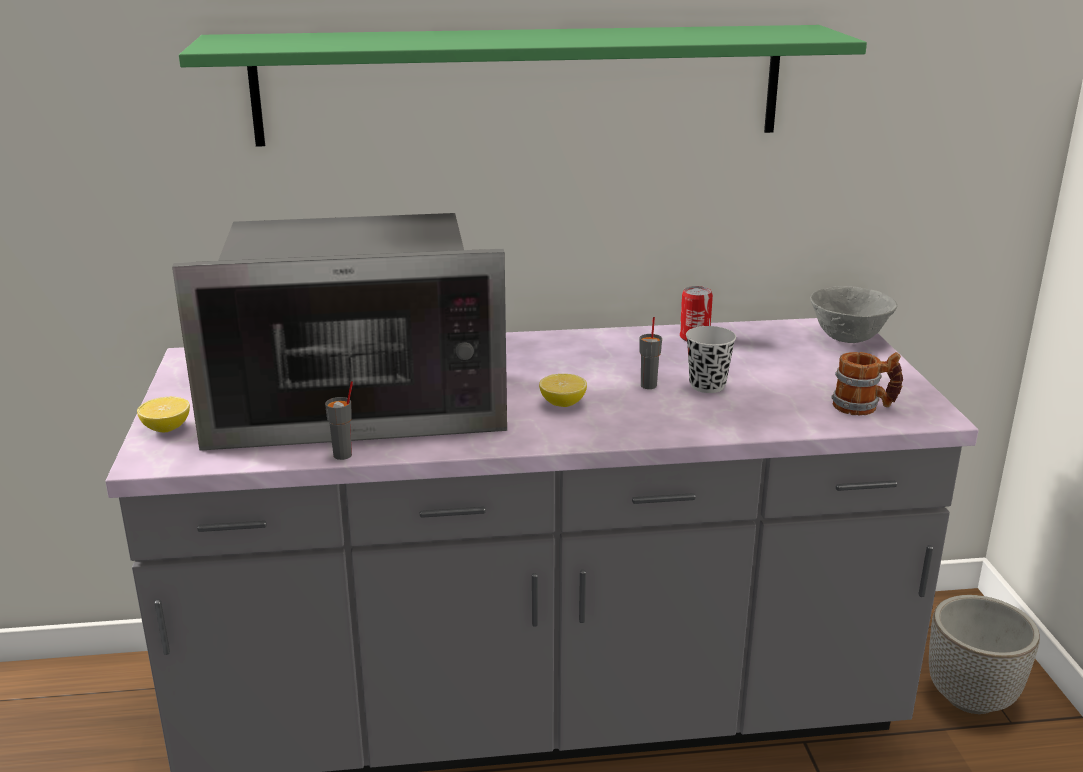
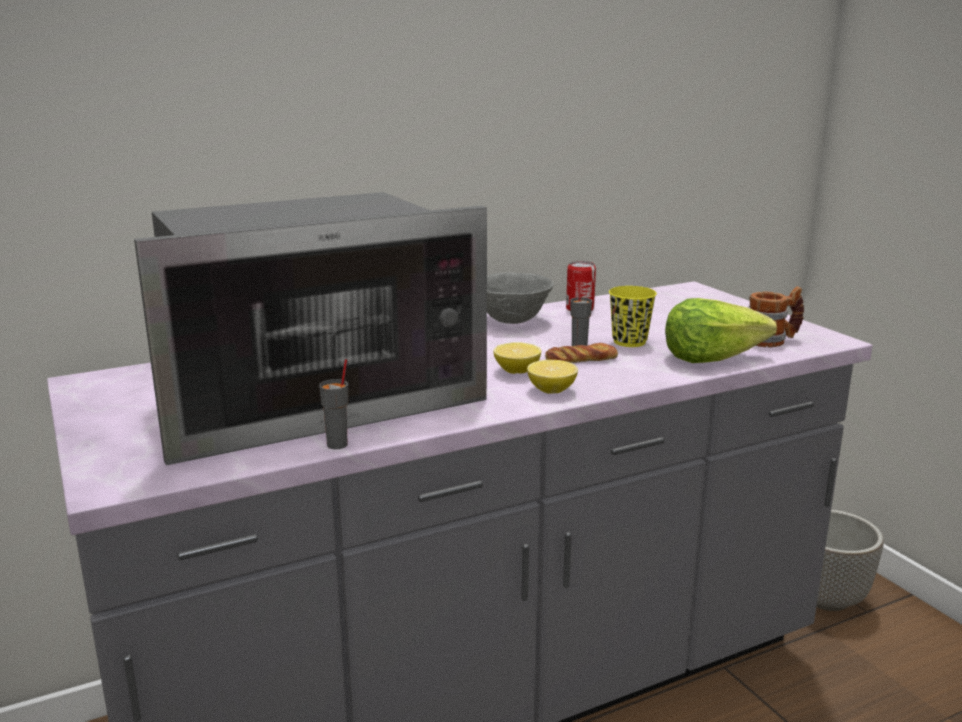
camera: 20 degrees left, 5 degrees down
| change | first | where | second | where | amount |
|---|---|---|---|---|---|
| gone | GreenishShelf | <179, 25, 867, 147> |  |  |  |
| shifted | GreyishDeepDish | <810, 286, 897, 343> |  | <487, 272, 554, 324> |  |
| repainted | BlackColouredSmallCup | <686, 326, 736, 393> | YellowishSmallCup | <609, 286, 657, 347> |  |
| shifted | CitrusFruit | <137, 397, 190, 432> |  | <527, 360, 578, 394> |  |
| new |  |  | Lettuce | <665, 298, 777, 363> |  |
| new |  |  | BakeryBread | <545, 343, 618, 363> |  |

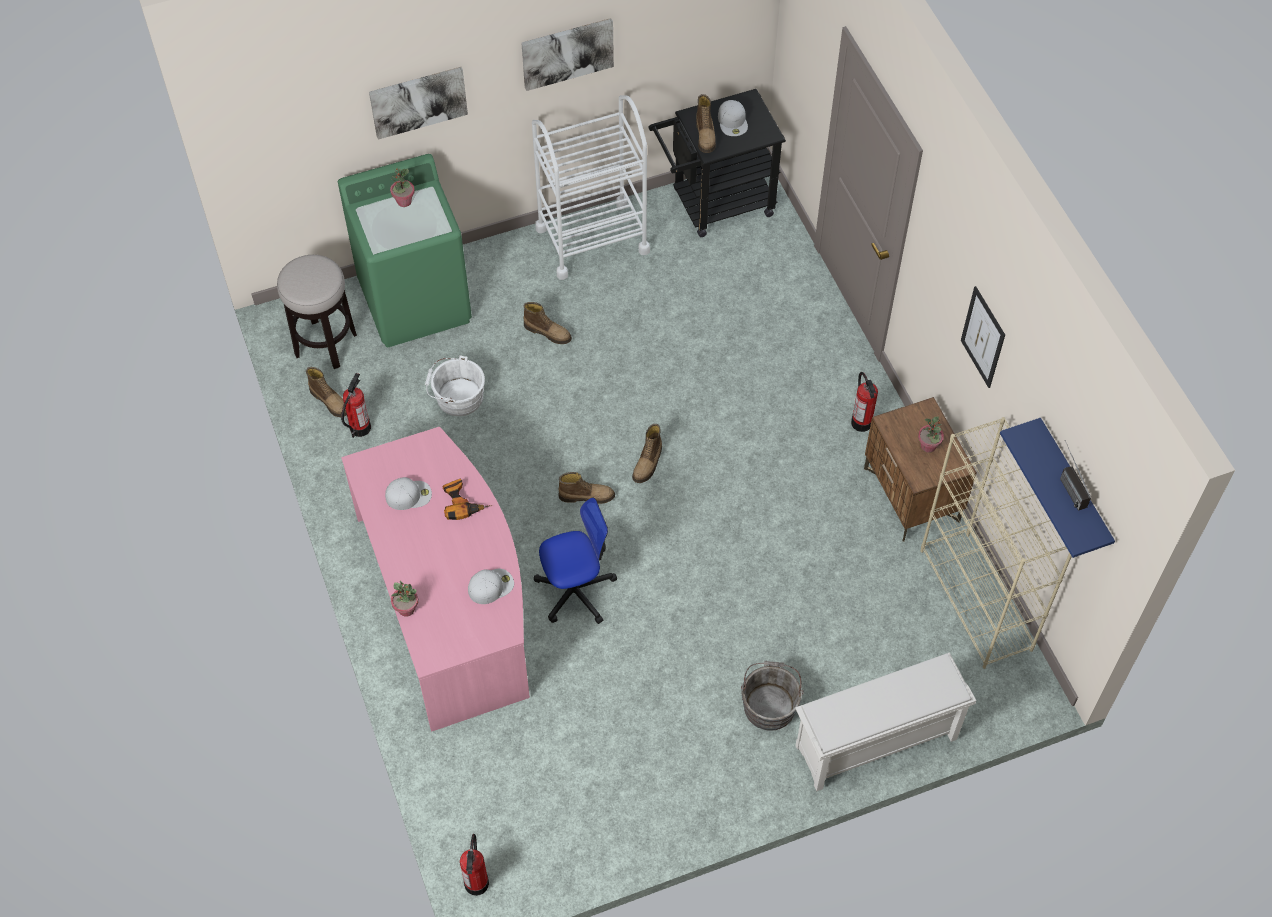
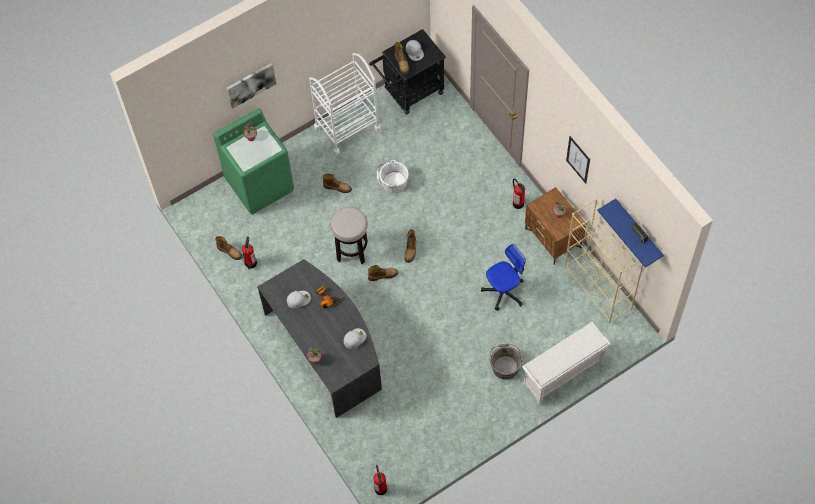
camera: 10 degrees left, 5 degrees up
| change | first | where | second | where | amount |
|---|---|---|---|---|---|
| gone | WallPicture | <522, 18, 614, 91> |  |  |  |
| shifted | StoolSeat | <277, 255, 357, 369> |  | <330, 207, 368, 264> |  |
| shifted | WhitishWaterBucket | <425, 355, 485, 416> |  | <377, 160, 409, 193> |  |
| repainted | PinkishDeskUnit | <341, 427, 530, 732> | GreyishDeskUnit | <257, 259, 382, 418> |  |
| shifted | OfficeChair | <534, 498, 617, 624> |  | <481, 244, 526, 311> |  |

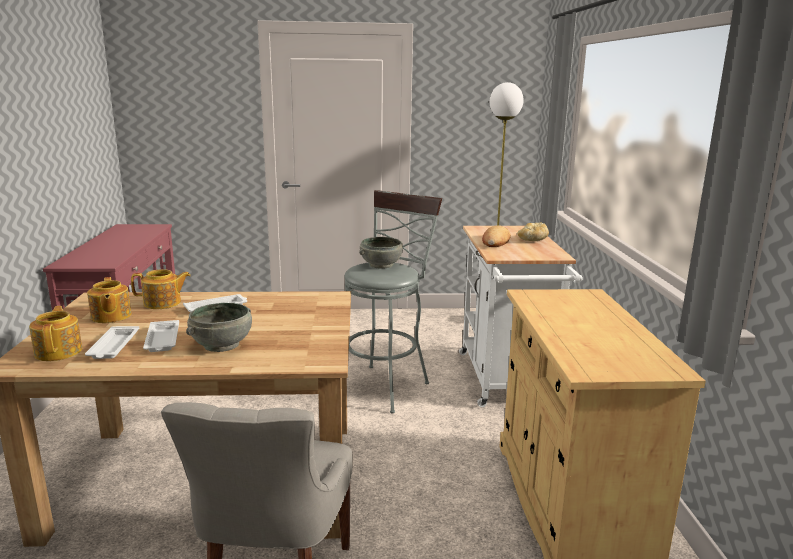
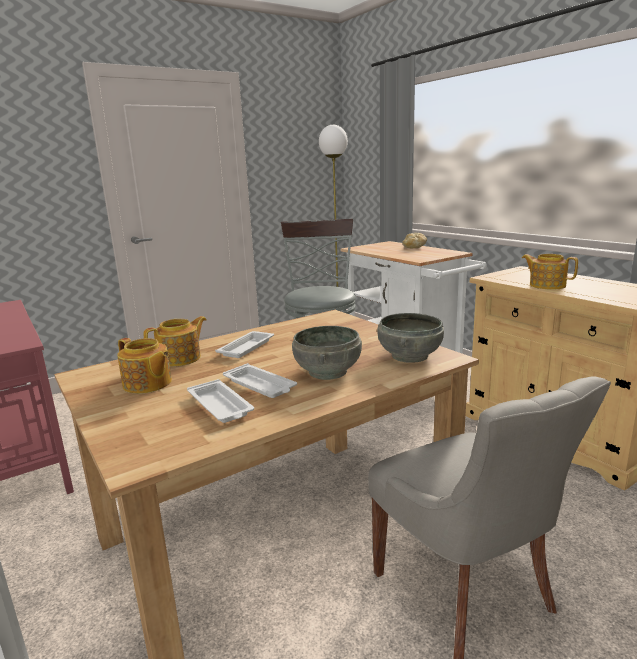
camera: 30 degrees left, 0 degrees up
| change | first | where | second | where | amount |
|---|---|---|---|---|---|
| gone | BakeryBread | <482, 225, 511, 247> |  |  |  |
| shifted | GreyishDeepDish | <359, 237, 403, 269> |  | <377, 313, 444, 363> |  |
| shifted | PotForTea | <29, 306, 82, 361> |  | <522, 254, 578, 290> |  |

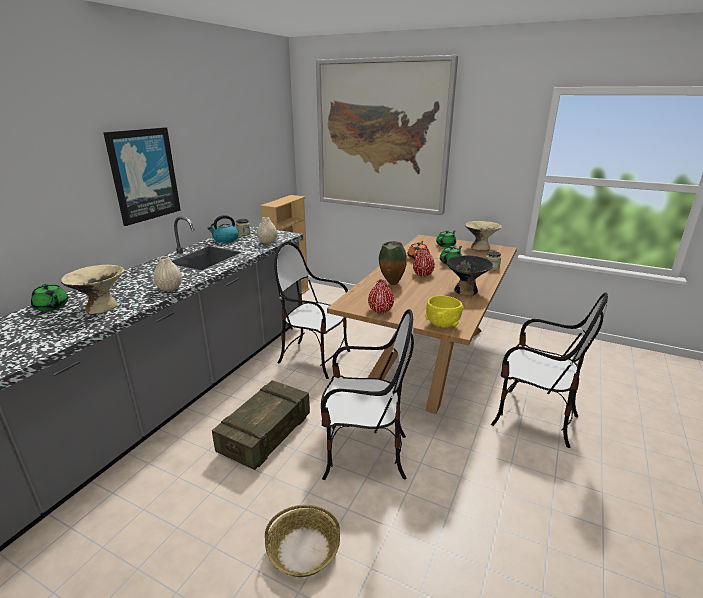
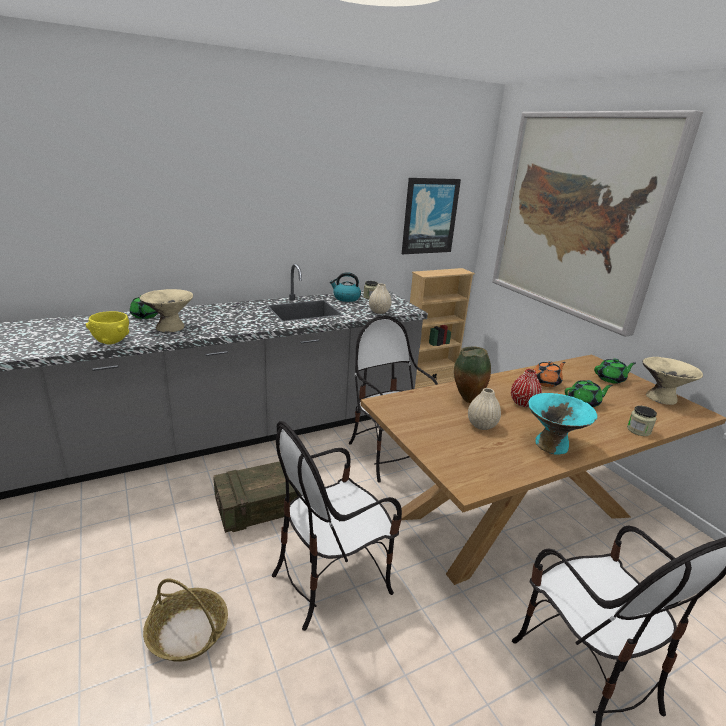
camera: 35 degrees right, 0 degrees up
| change | first | where | second | where | amount |
|---|---|---|---|---|---|
| shifted | WallPicture | <103, 127, 181, 226> |  | <402, 178, 461, 254> |  |
| repainted | BlackColouredDeepDish | <446, 255, 493, 296> | BlueGreenDeepDish | <528, 393, 597, 455> |  |
| shifted | BeigeVase | <153, 256, 182, 291> |  | <468, 388, 501, 430> |  |
| gone | RedColouredVase | <368, 279, 394, 313> |  |  |  |
| shifted | YellowishDeepDish | <425, 296, 464, 328> |  | <86, 311, 129, 344> |  |
| rotated | UprightChair | <321, 309, 414, 480> |  | <272, 421, 402, 631> | 105 degrees clockwise |

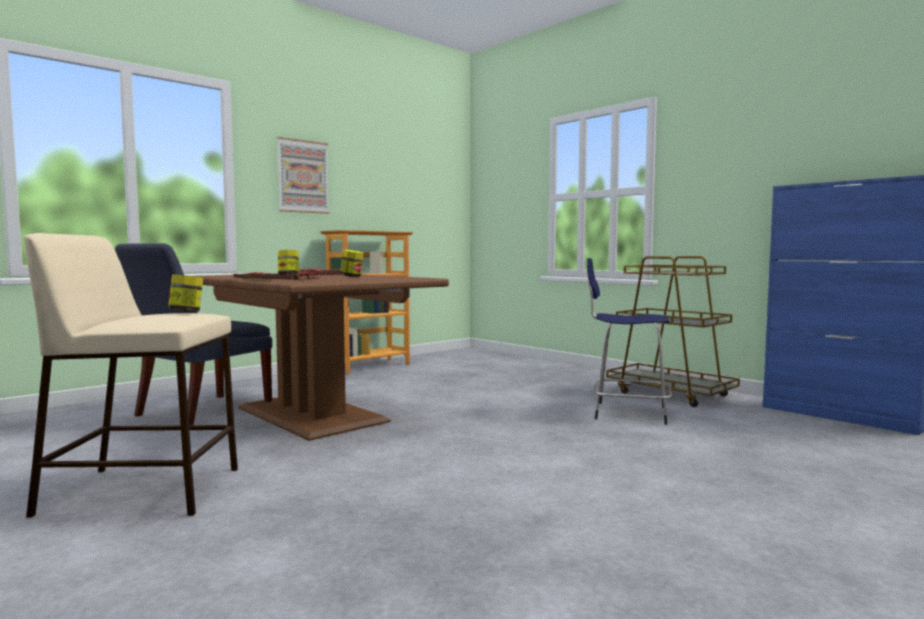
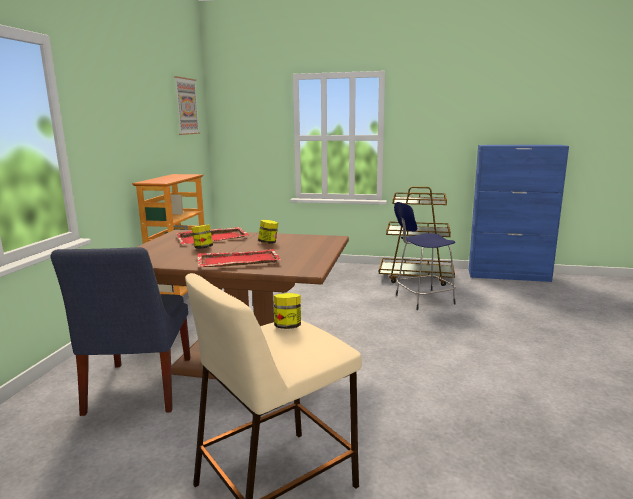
camera: 35 degrees left, 10 degrees up
| change | first | where | second | where | amount |
|---|---|---|---|---|---|
| shifted | WallPicture | <277, 137, 330, 214> |  | <174, 76, 200, 135> |  |

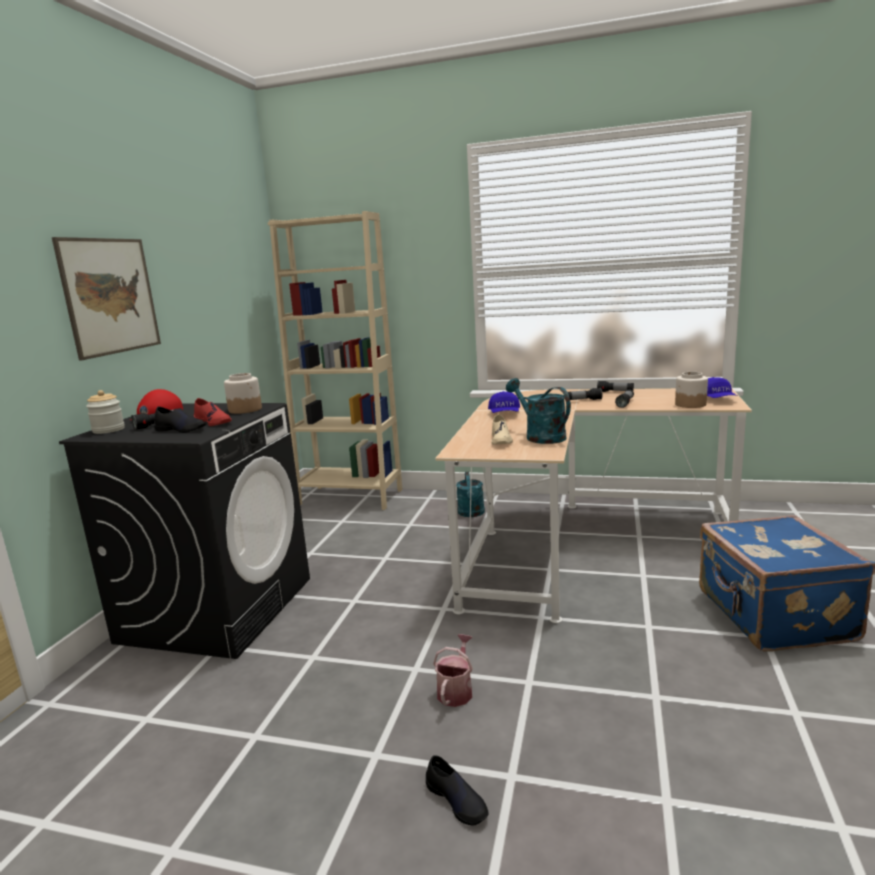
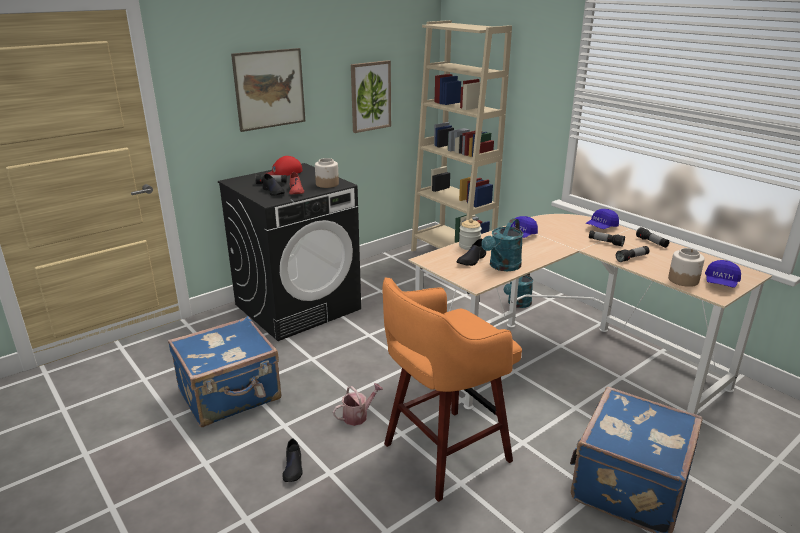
camera: 35 degrees right, 10 degrees up
| change | first | where | second | where | amount |
|---|---|---|---|---|---|
| rotated | BlueGreenWateringPot | <506, 378, 571, 444> |  | <481, 218, 523, 271> | 150 degrees counterclockwise |
| shifted | Jar | <86, 390, 125, 434> |  | <459, 219, 482, 250> |  |
| repainted | BeigeLowShoe | <492, 414, 513, 444> | BlackColouredLowShoe | <457, 238, 486, 266> |  |
| new |  |  | WallPicture | <351, 60, 391, 133> |  |
| new |  |  | BluishCap | <586, 209, 619, 229> |  |
| new |  |  | OrangeStoolSeat | <382, 277, 522, 502> |  |
| new |  |  | BluishTravelCase | <168, 316, 281, 427> |  |

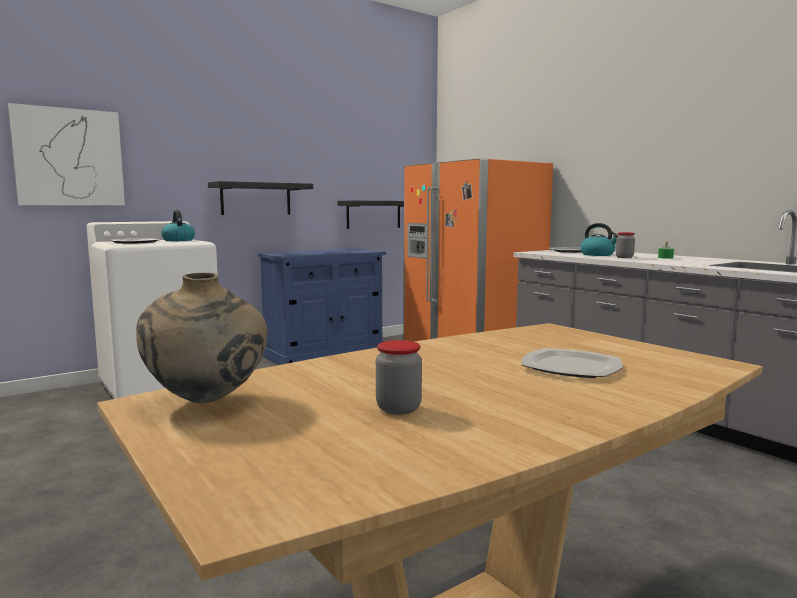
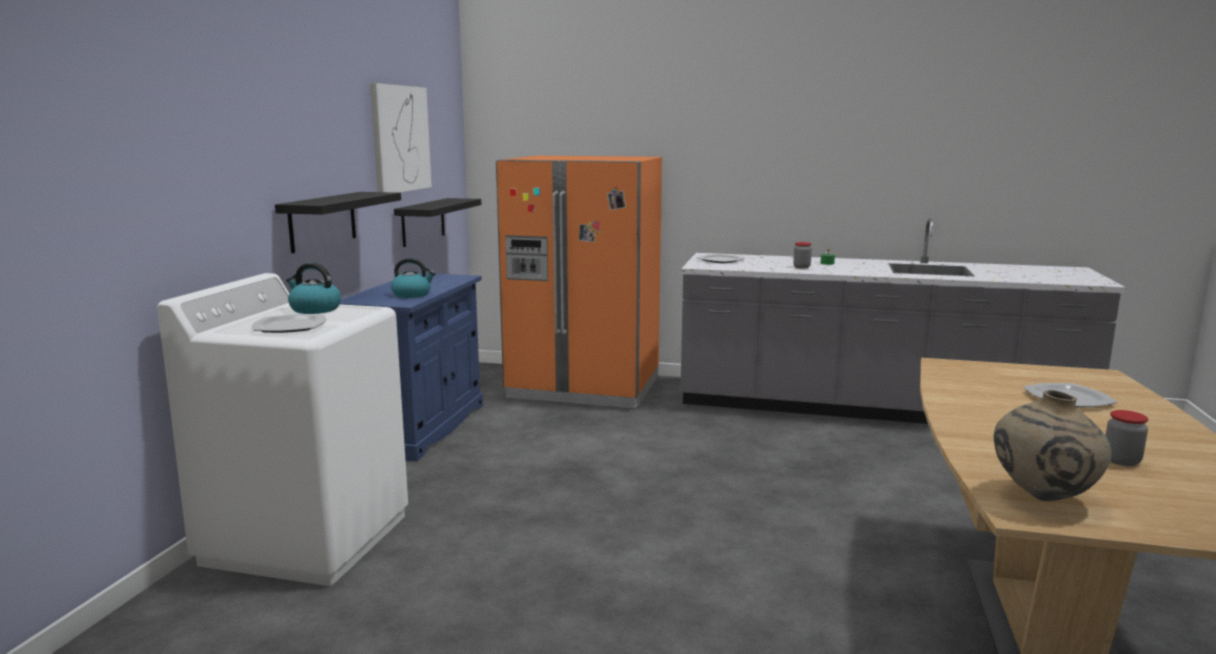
camera: 40 degrees left, 5 degrees up
| change | first | where | second | where | amount |
|---|---|---|---|---|---|
| shifted | WallPicture | <8, 103, 125, 205> |  | <370, 83, 432, 193> |  |
| shifted | Kettle | <580, 223, 619, 256> |  | <391, 258, 436, 298> |  |

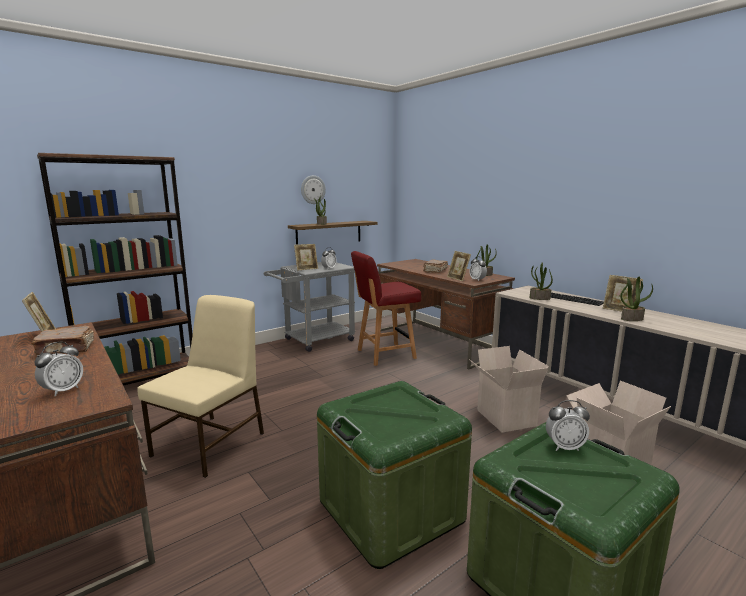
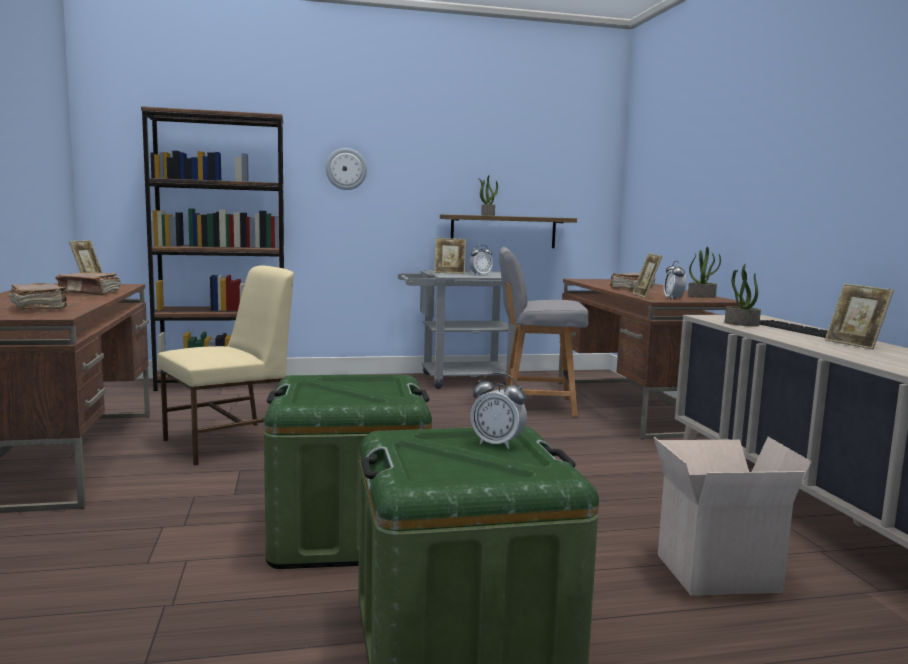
camera: 25 degrees right, 5 degrees down
| change | first | where | second | where | amount |
|---|---|---|---|---|---|
| shifted | WallClock | <301, 175, 326, 204> |  | <326, 148, 367, 190> |  |
| repainted | RedColouredUprightChair | <351, 251, 421, 366> | GreyishUprightChair | <499, 247, 588, 417> |  |
| gone | PottedPlant | <620, 277, 653, 321> |  |  |  |
| swapped | BedsideClock | <35, 342, 83, 397> | BrownishBoundBook | <9, 283, 69, 310> |  |
| gone | Carton | <469, 346, 549, 433> |  |  |  |

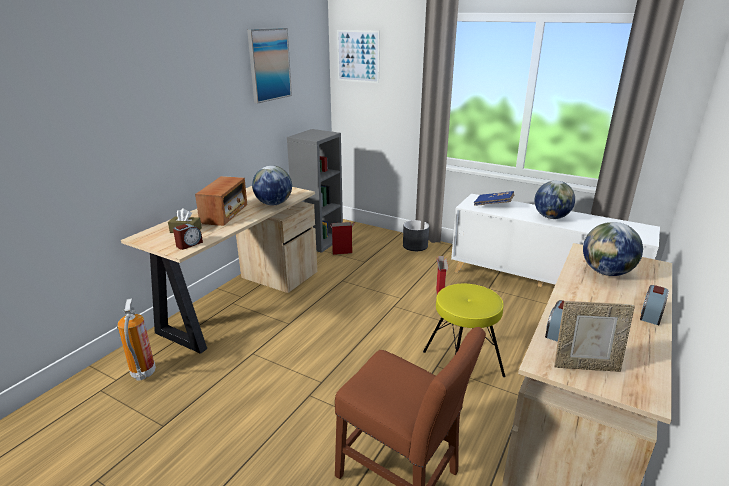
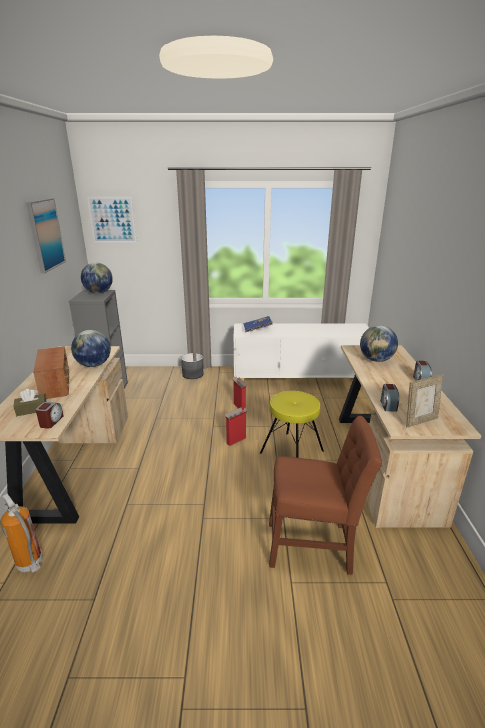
camera: 30 degrees left, 0 degrees up
| change | first | where | second | where | amount |
|---|---|---|---|---|---|
| shifted | WorldGlobe | <535, 181, 575, 219> |  | <81, 262, 113, 294> |  |
| shifted | Carton | <330, 222, 354, 255> |  | <225, 407, 248, 446> |  |

